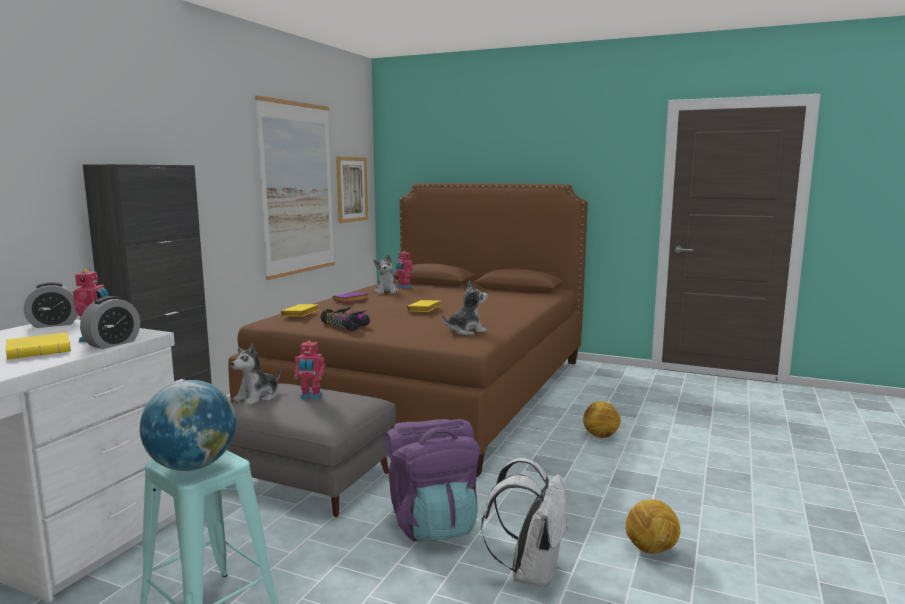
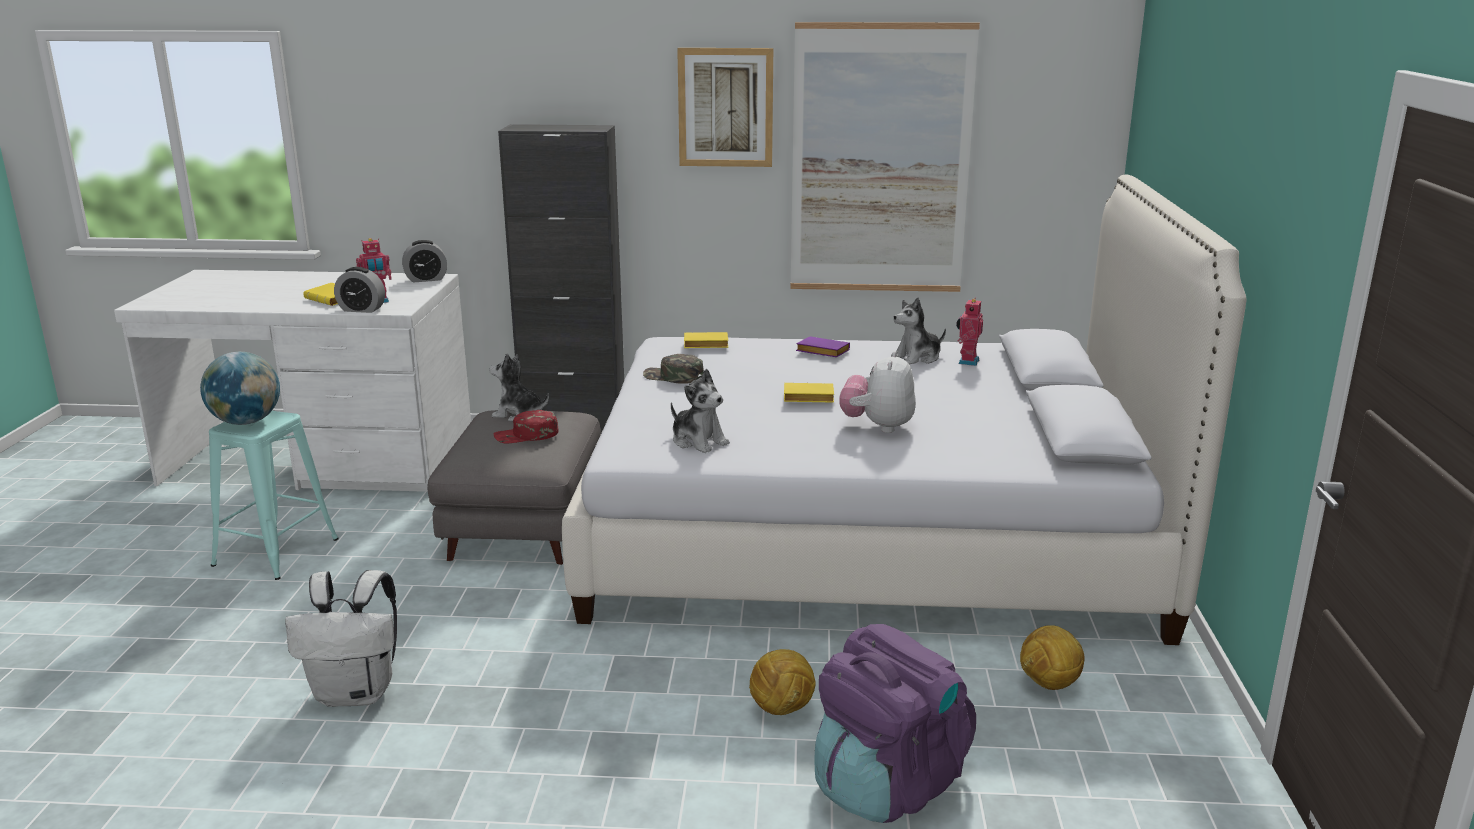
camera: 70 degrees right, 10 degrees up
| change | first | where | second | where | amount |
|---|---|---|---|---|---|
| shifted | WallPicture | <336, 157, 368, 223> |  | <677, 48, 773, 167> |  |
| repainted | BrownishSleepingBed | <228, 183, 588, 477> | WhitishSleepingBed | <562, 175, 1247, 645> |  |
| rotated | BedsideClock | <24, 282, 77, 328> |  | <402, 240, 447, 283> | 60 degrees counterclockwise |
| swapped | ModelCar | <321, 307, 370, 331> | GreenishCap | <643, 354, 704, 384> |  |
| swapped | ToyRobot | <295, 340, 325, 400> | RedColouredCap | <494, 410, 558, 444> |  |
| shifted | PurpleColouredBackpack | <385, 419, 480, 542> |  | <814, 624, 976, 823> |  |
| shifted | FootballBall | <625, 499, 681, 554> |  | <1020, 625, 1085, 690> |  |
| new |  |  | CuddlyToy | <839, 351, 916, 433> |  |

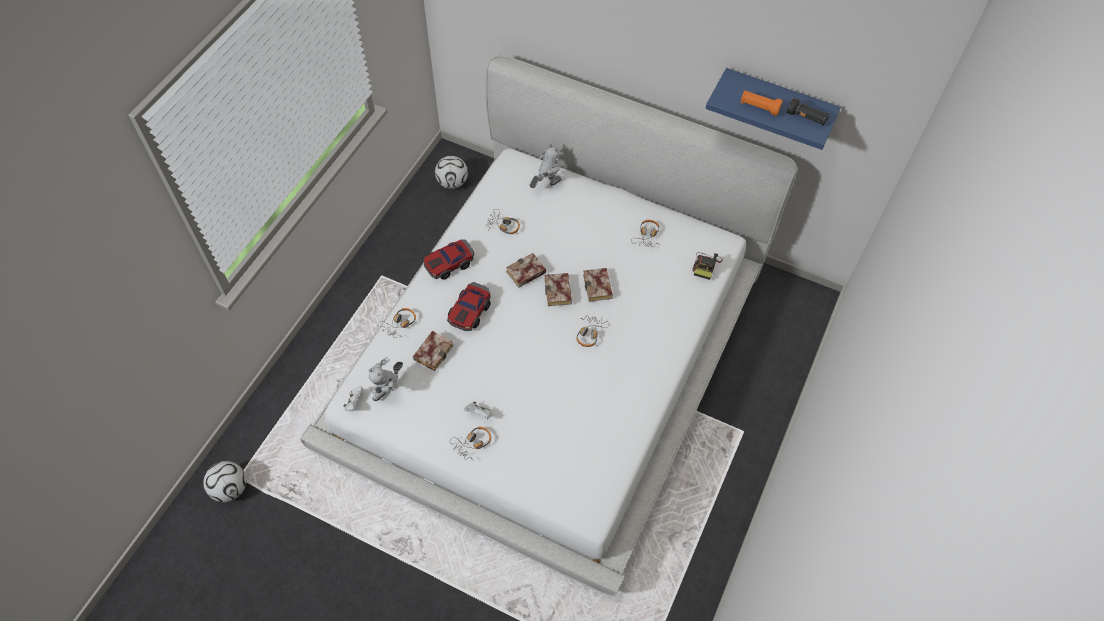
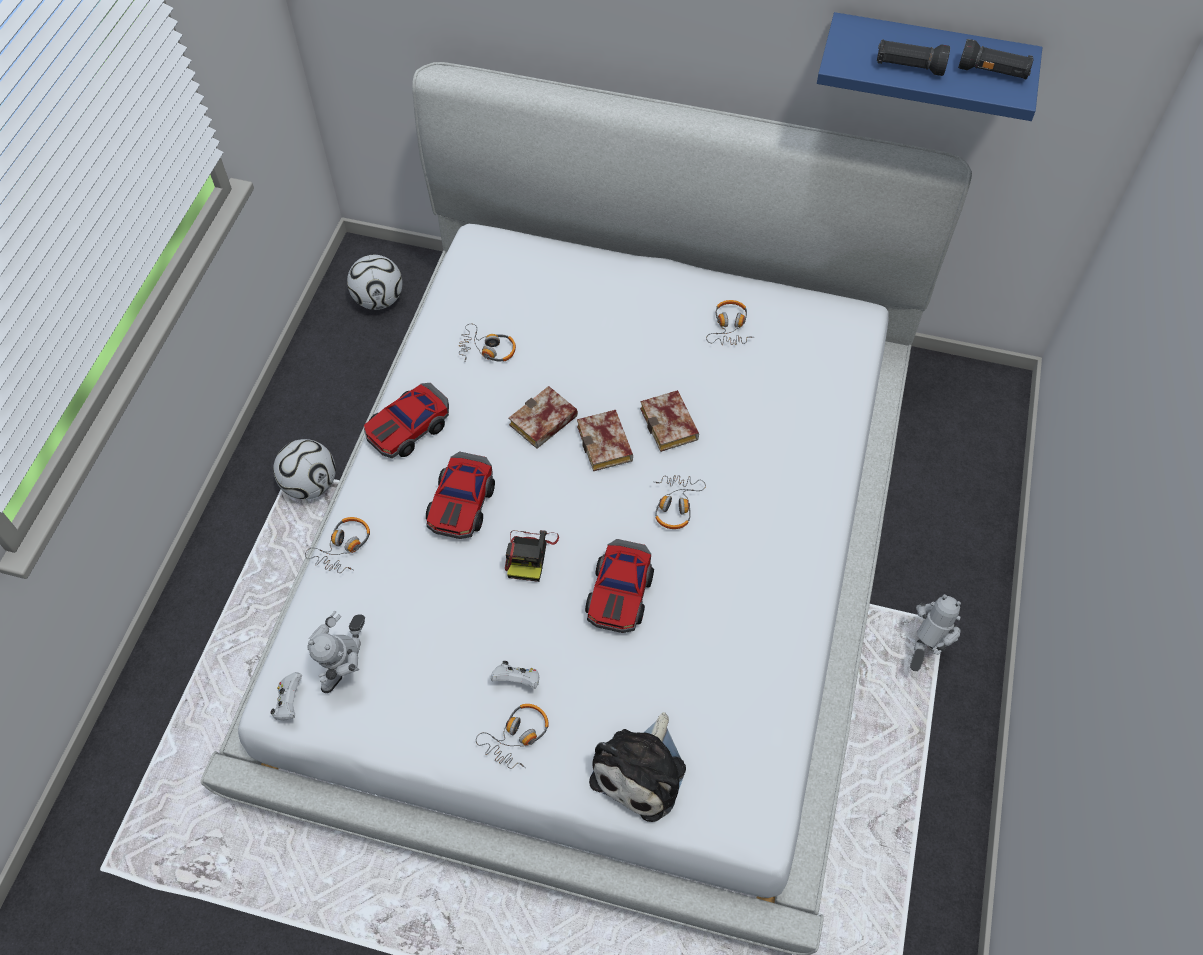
camera: 10 degrees left, 0 degrees up
| change | first | where | second | where | amount |
|---|---|---|---|---|---|
| repainted | OrangeHandTorch | <741, 90, 783, 116> | BlackColouredHandTorch | <877, 39, 950, 76> |  |
| shifted | ToyRobot | <530, 144, 561, 188> |  | <910, 594, 961, 671> |  |
| shifted | StillCamera | <692, 252, 723, 280> |  | <505, 530, 559, 582> |  |
| gone | BoundBook | <413, 331, 454, 371> |  |  |  |
| shifted | FootballBall | <203, 461, 246, 502> |  | <273, 439, 336, 500> |  |
| new |  |  | ModelCar | <585, 539, 654, 633> |  |
| new |  |  | CuddlyToy | <589, 712, 686, 822> |  |

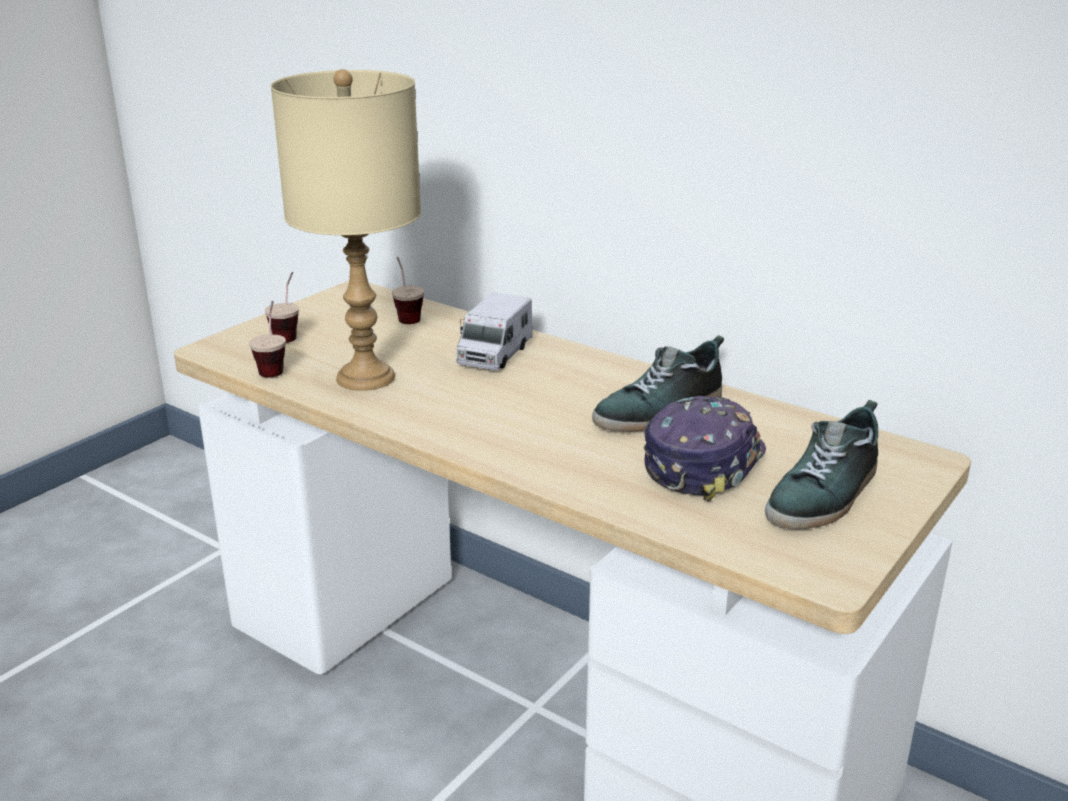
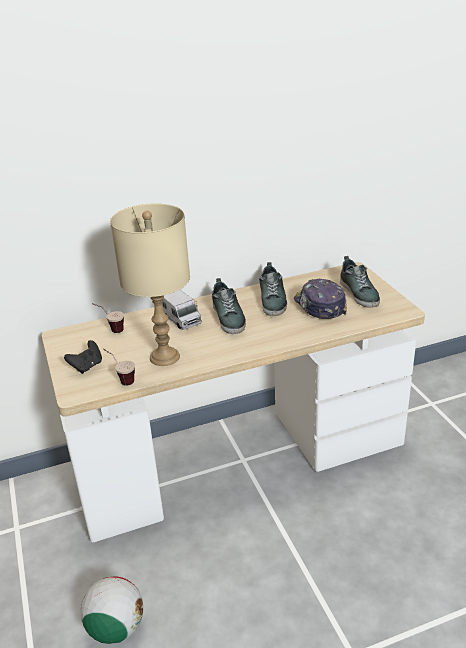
camera: 55 degrees left, 5 degrees up
| change | first | where | second | where | amount |
|---|---|---|---|---|---|
| swapped | SmallCup | <265, 272, 299, 343> | BlackColouredGamepad | <64, 340, 102, 374> |  |
| new |  |  | LowShoe | <212, 278, 246, 334> |  |
| new |  |  | FootballBall | <81, 576, 143, 644> |  |

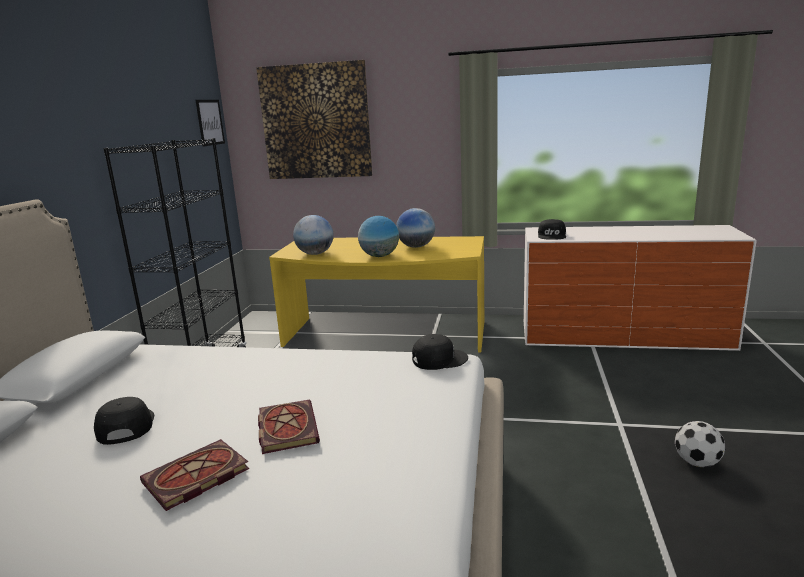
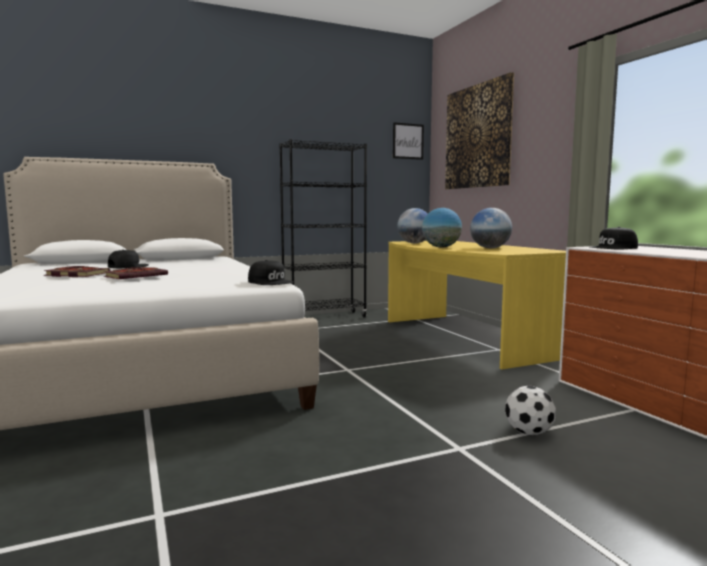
camera: 55 degrees right, 10 degrees down
| change | first | where | second | where | amount |
|---|---|---|---|---|---|
| shifted | FootballBall | <675, 421, 725, 467> |  | <505, 386, 556, 435> |  |

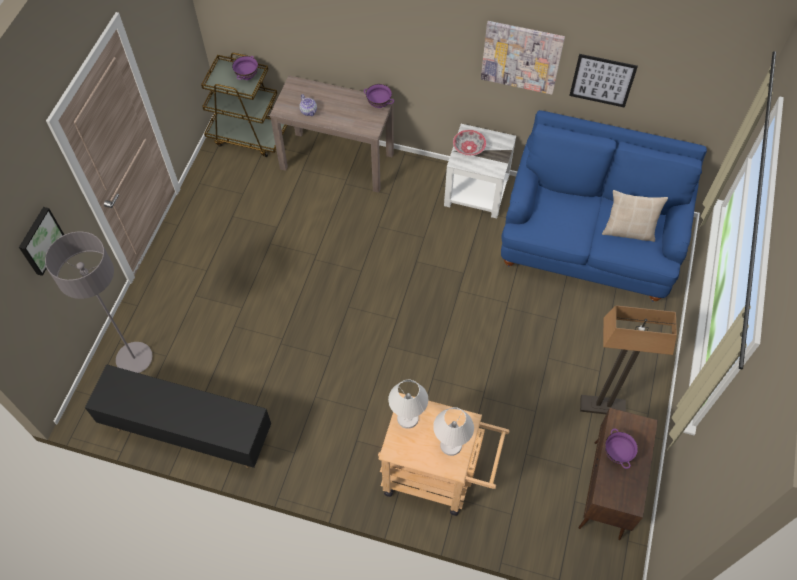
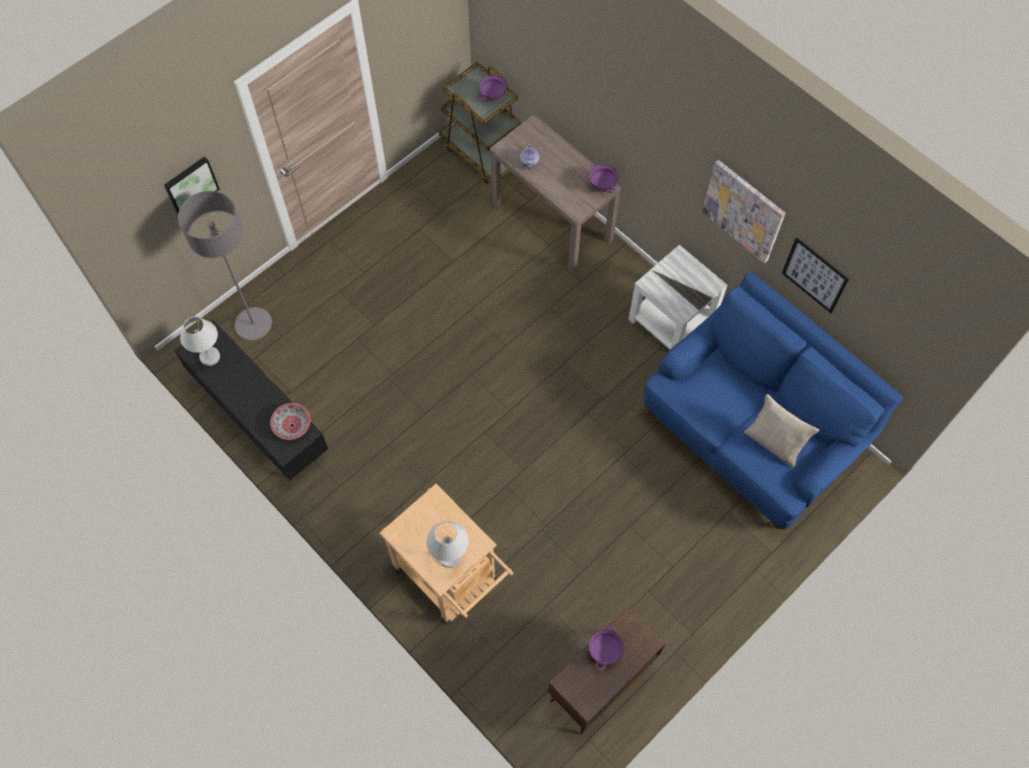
camera: 30 degrees right, 5 degrees up
| change | first | where | second | where | amount |
|---|---|---|---|---|---|
| shifted | DeepDish | <453, 130, 486, 156> |  | <270, 403, 310, 440> |  |
| gone | StandardLamp | <580, 305, 677, 414> |  |  |  |
| shifted | WhitishLampForATable | <388, 380, 428, 429> |  | <180, 316, 220, 366> |  |

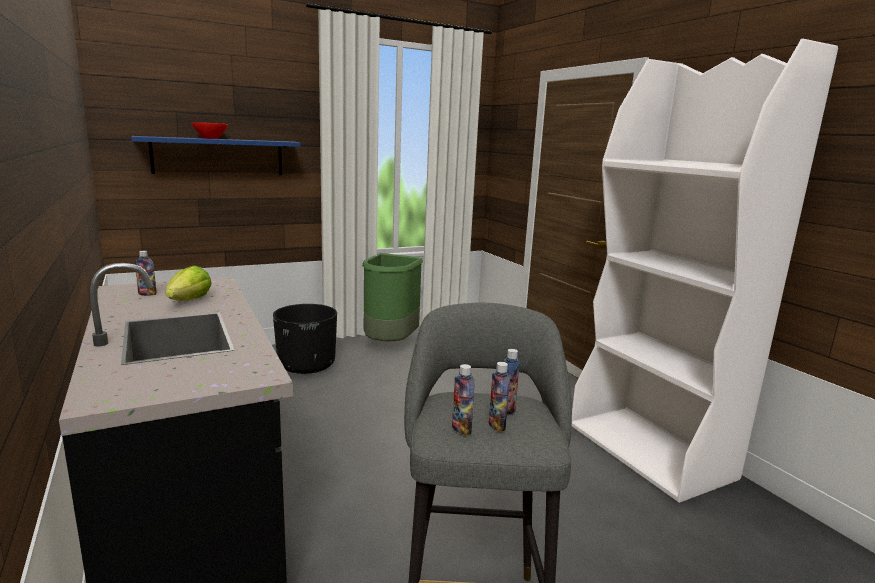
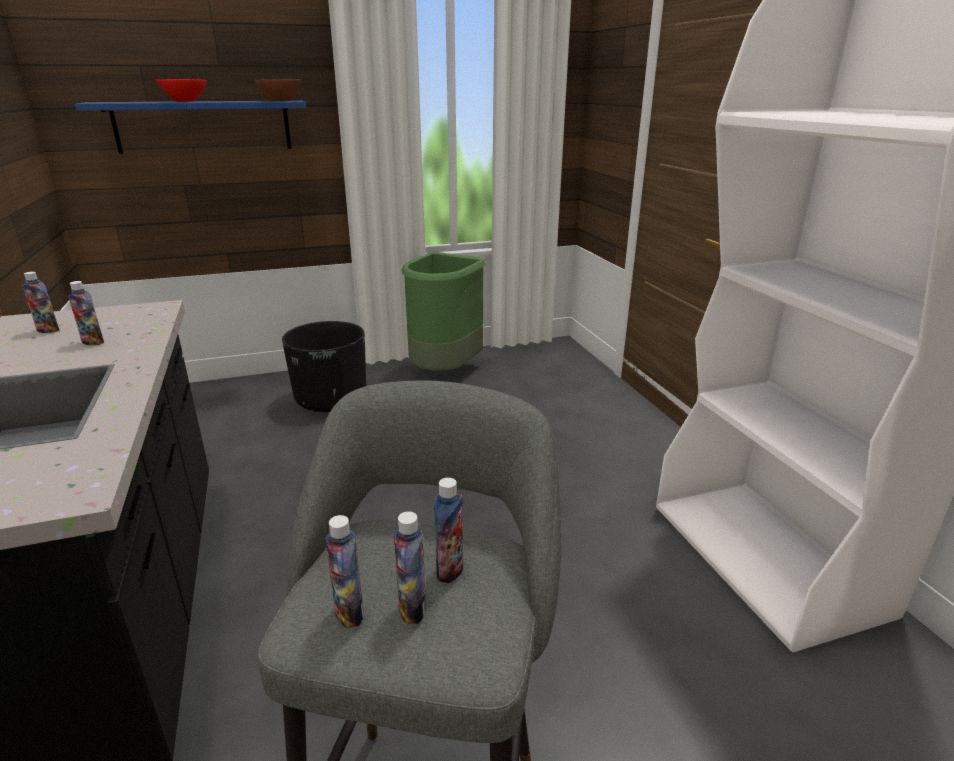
camera: 10 degrees right, 10 degrees up
| change | first | where | second | where | amount |
|---|---|---|---|---|---|
| swapped | Lettuce | <165, 265, 212, 301> | DrinkBottle | <68, 281, 104, 345> |  |
| new |  |  | BrownishDeepDish | <255, 79, 302, 101> |  |

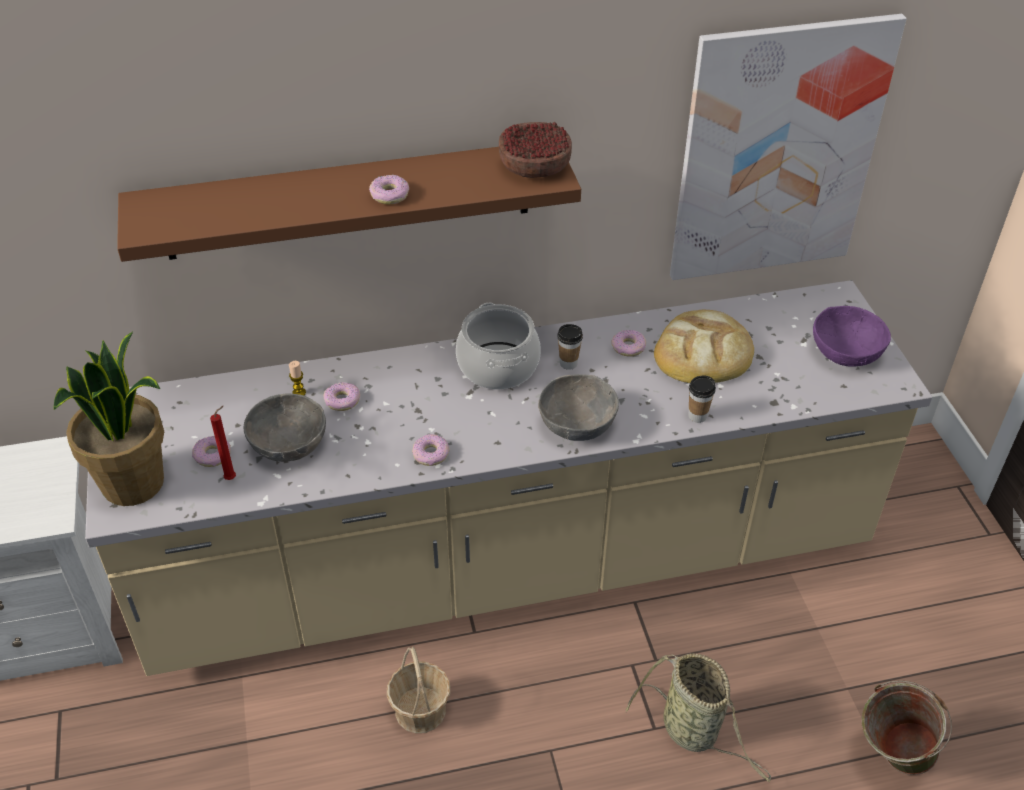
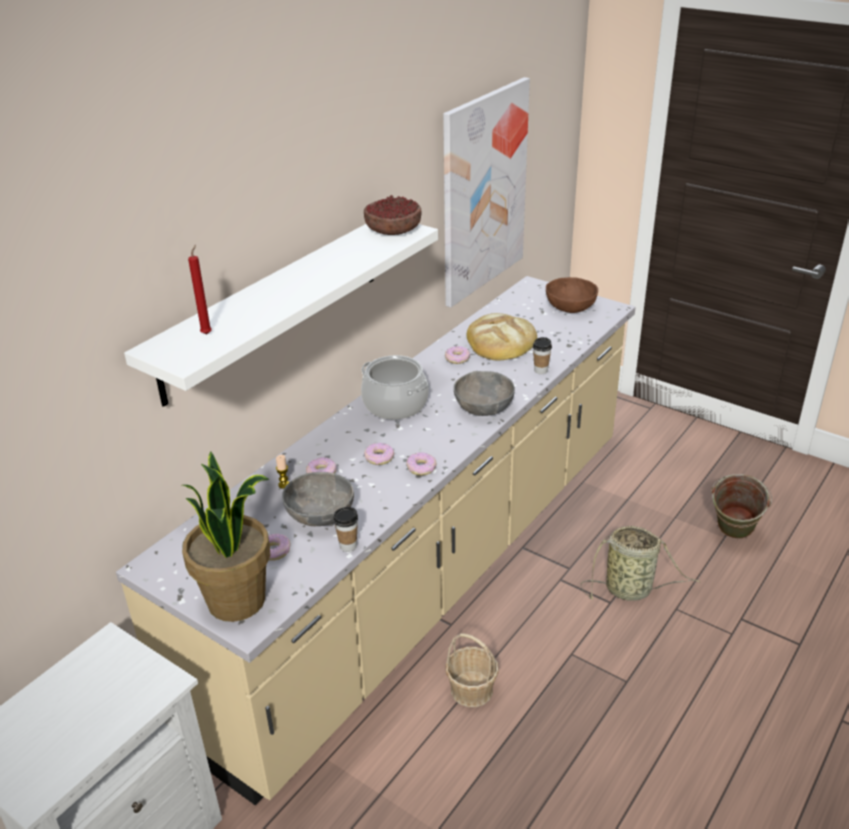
camera: 40 degrees left, 10 degrees down
| change | first | where | second | where | amount |
|---|---|---|---|---|---|
| repainted | BrownishShelf | <117, 147, 581, 262> | WhitishShelf | <124, 224, 438, 407> |  |
| shifted | Donut | <369, 174, 409, 204> |  | <364, 443, 395, 465> |  |
| repainted | PurpleColouredDeepDish | <813, 306, 891, 366> | BrownishDeepDish | <546, 277, 598, 313> |  |
| shifted | SmallCup | <557, 324, 583, 370> |  | <333, 507, 358, 552> |  |
| shifted | RedColouredWaxCandle | <210, 405, 236, 480> |  | <188, 244, 212, 334> |  |

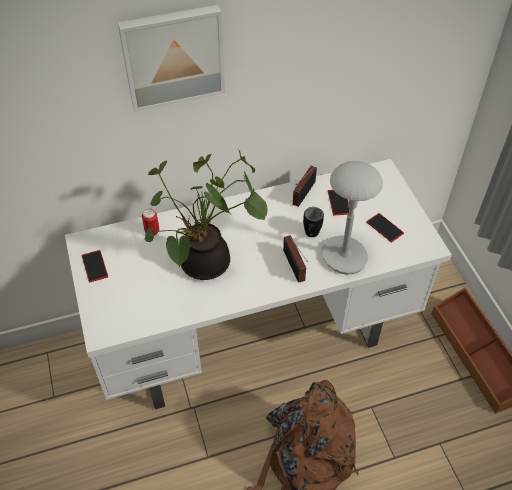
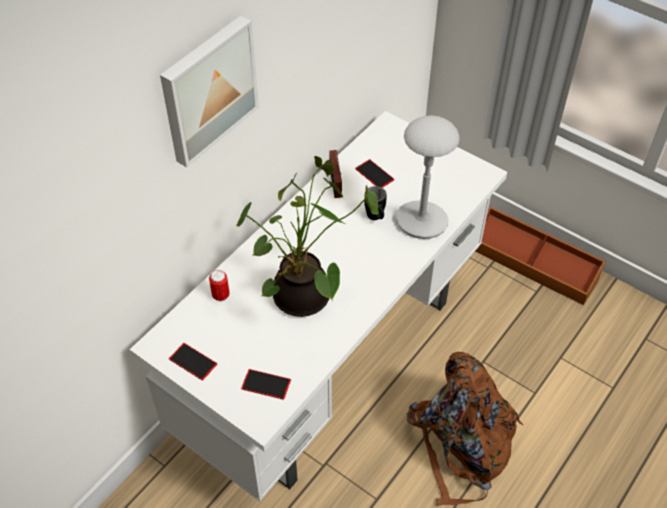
camera: 35 degrees left, 0 degrees up
| change | first | where | second | where | amount |
|---|---|---|---|---|---|
| shifted | Phone | <366, 213, 404, 242> |  | <241, 369, 291, 400> |  |
| gone | Radio | <283, 235, 308, 283> |  |  |  |

